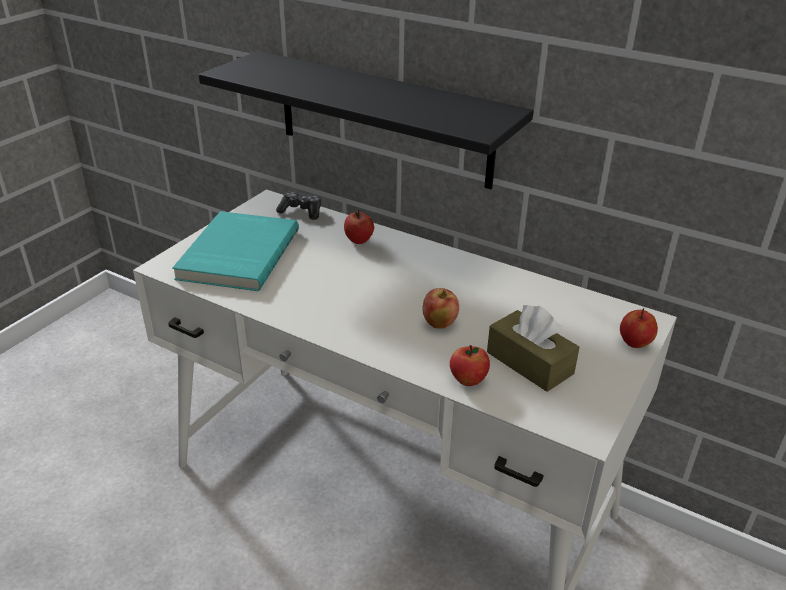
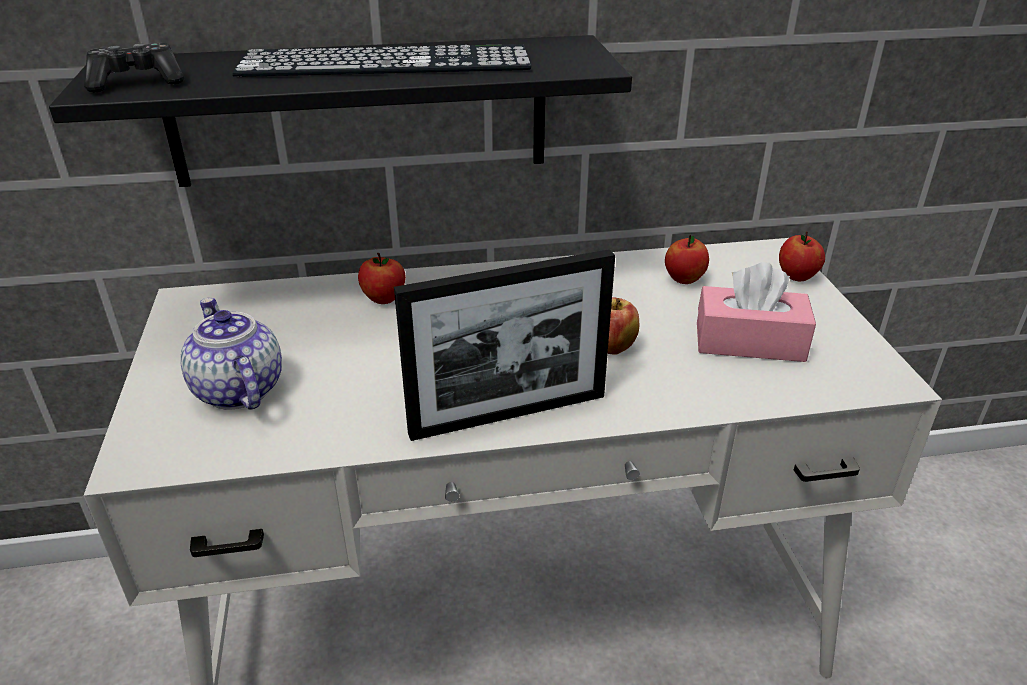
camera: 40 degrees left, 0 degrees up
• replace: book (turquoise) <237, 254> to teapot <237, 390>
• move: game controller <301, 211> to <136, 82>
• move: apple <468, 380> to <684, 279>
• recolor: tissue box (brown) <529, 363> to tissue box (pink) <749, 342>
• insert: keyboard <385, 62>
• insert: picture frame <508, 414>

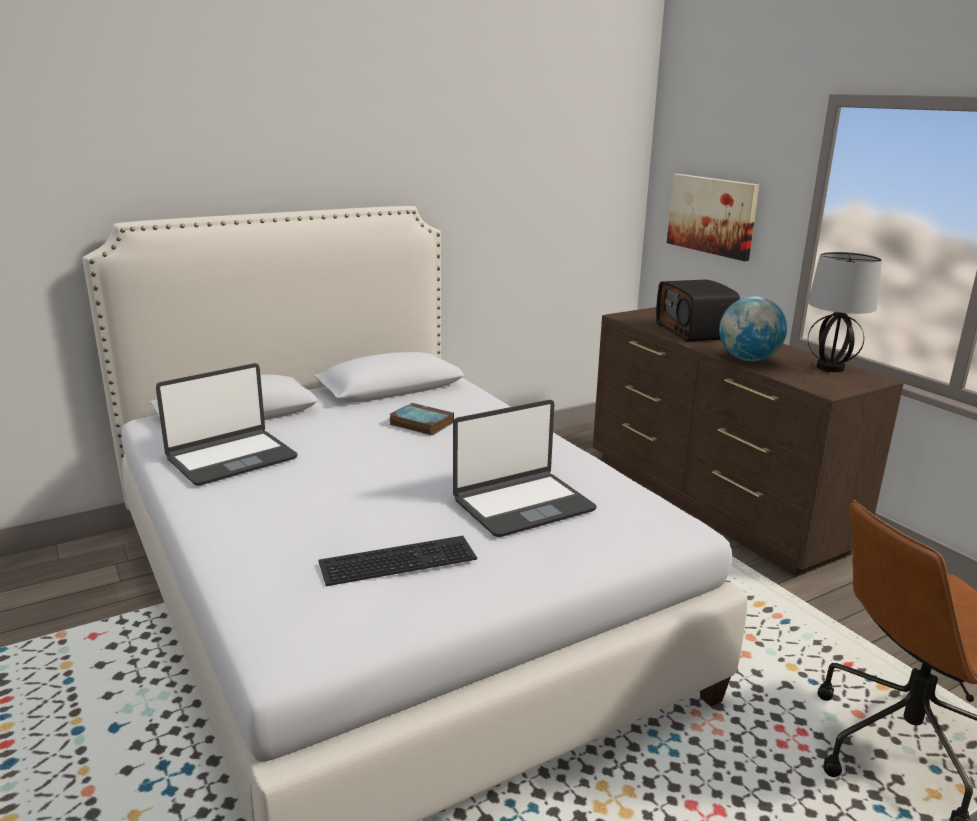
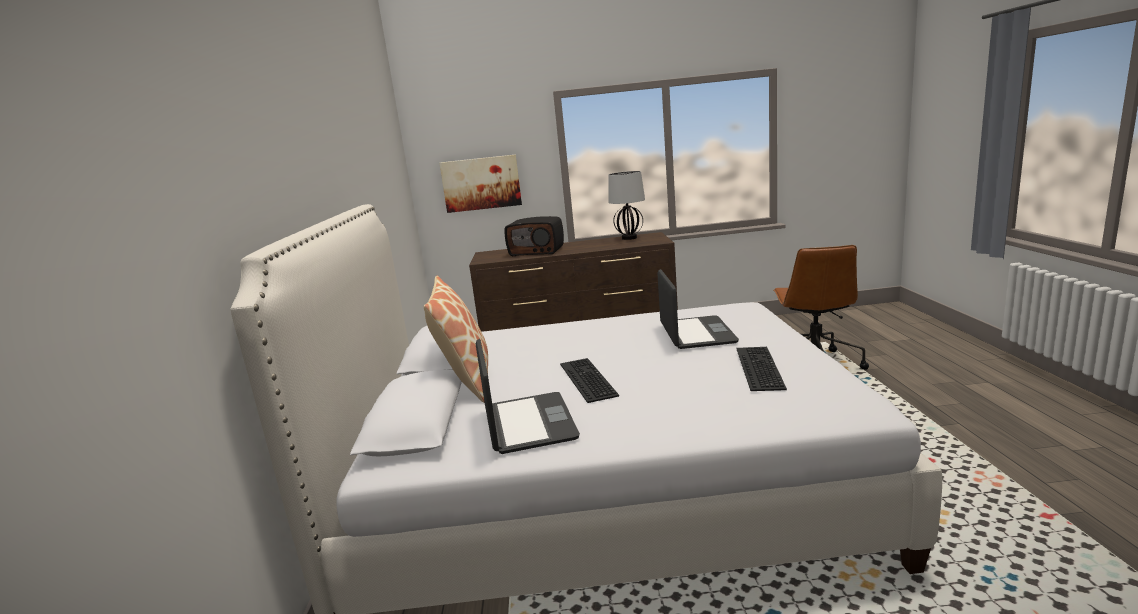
camera: 60 degrees left, 5 degrees down
• delete: book <420, 423>
• delete: globe <748, 359>
• insert: pillow <466, 381>
• insert: keyboard <585, 379>

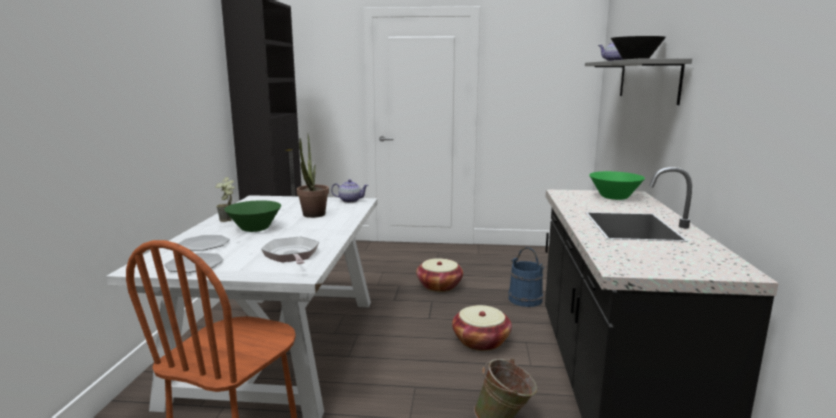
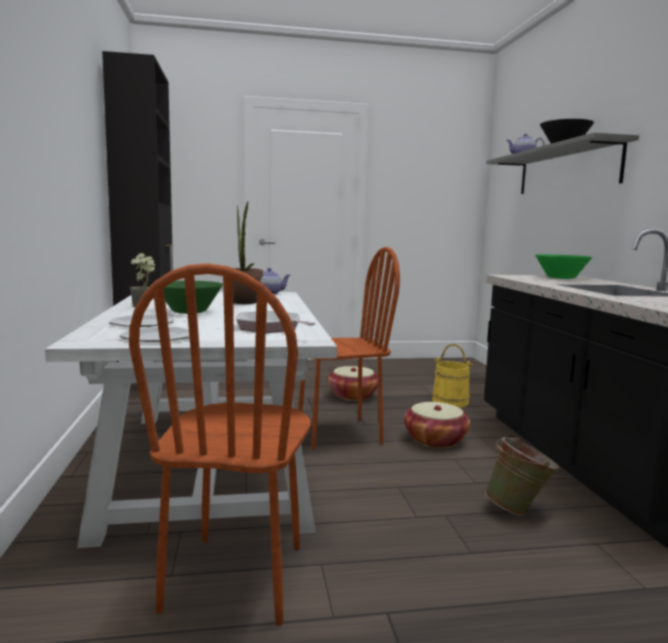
camera: 15 degrees left, 5 degrees down
• recolor: bucket (blue) <525, 299> to bucket (yellow) <450, 401>
• insert: chair (brown) <338, 434>

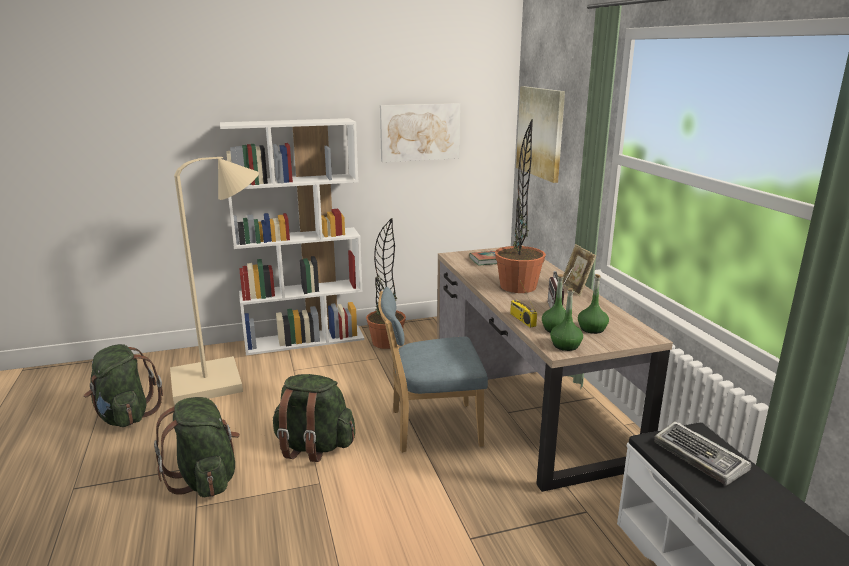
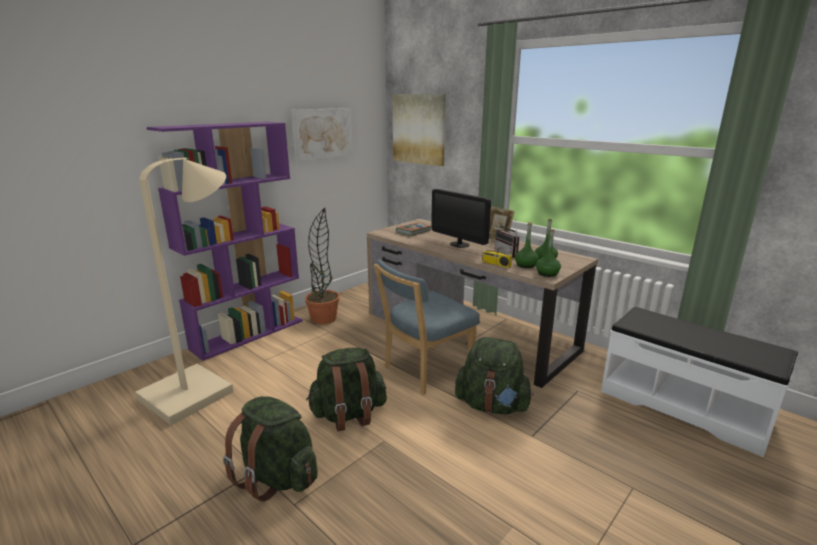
camera: 30 degrees left, 0 degrees up
• move: backpack (green) <125, 416> to <492, 405>
• recolor: bookcase (white) <305, 340> to bookcase (purple) <249, 334>
• replace: potted plant <518, 287> to monitor <459, 244>
• delete: keyboard <700, 458>

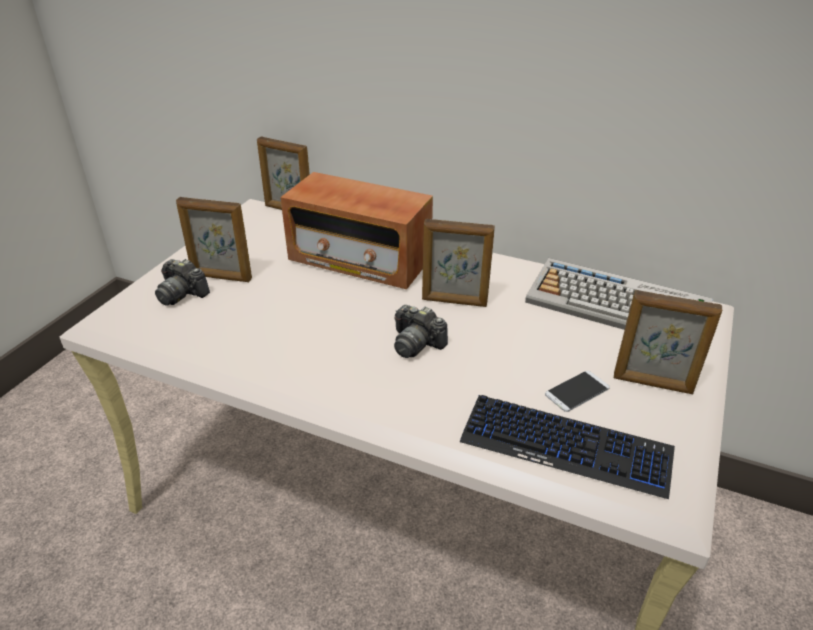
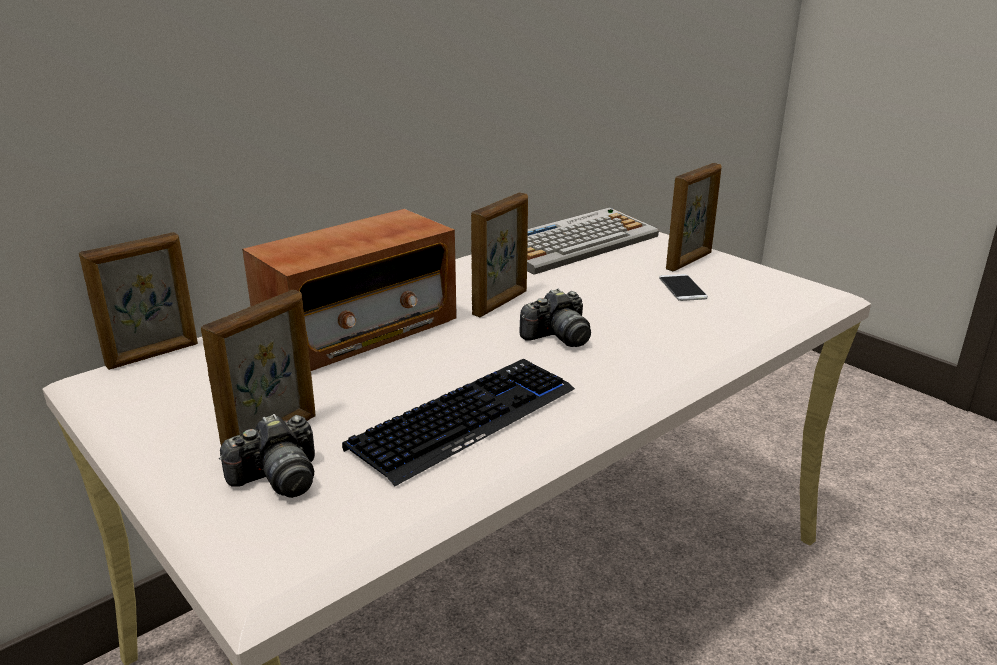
camera: 65 degrees left, 10 degrees down
• move: keyboard <565, 446> to <465, 419>

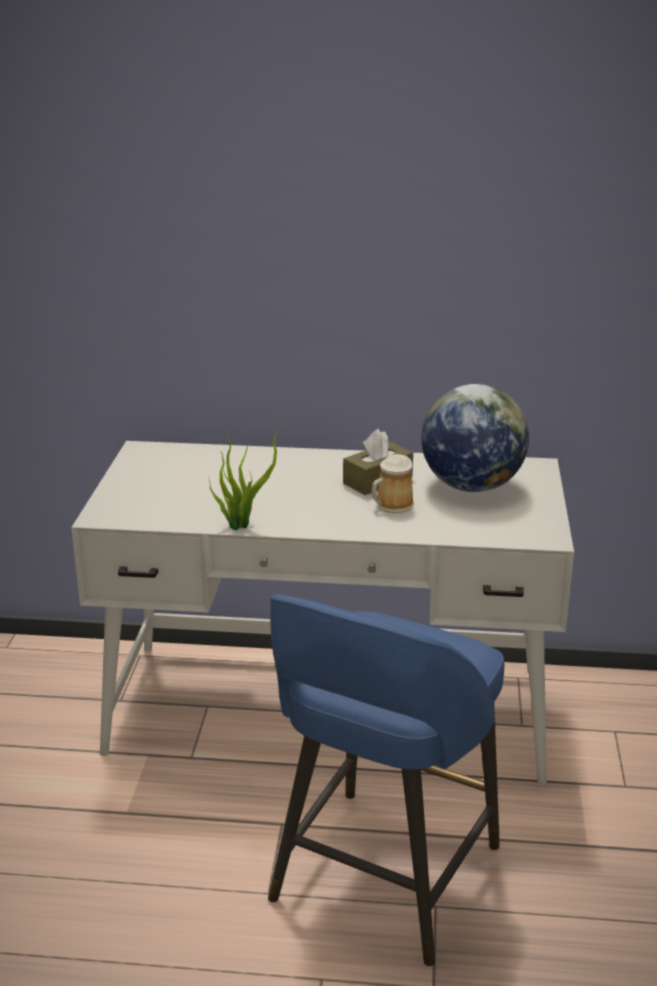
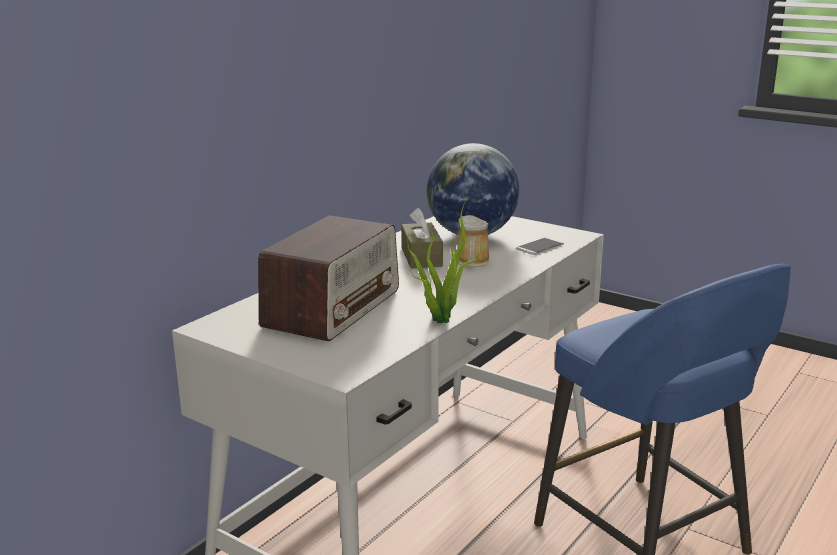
camera: 60 degrees left, 5 degrees down
• insert: radio <333, 308>
• insert: phone <540, 247>

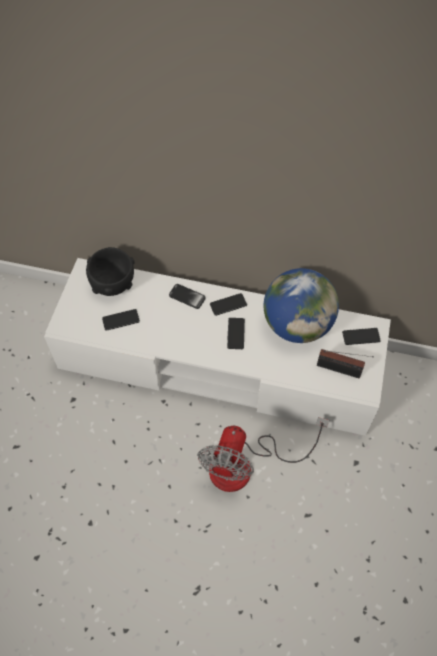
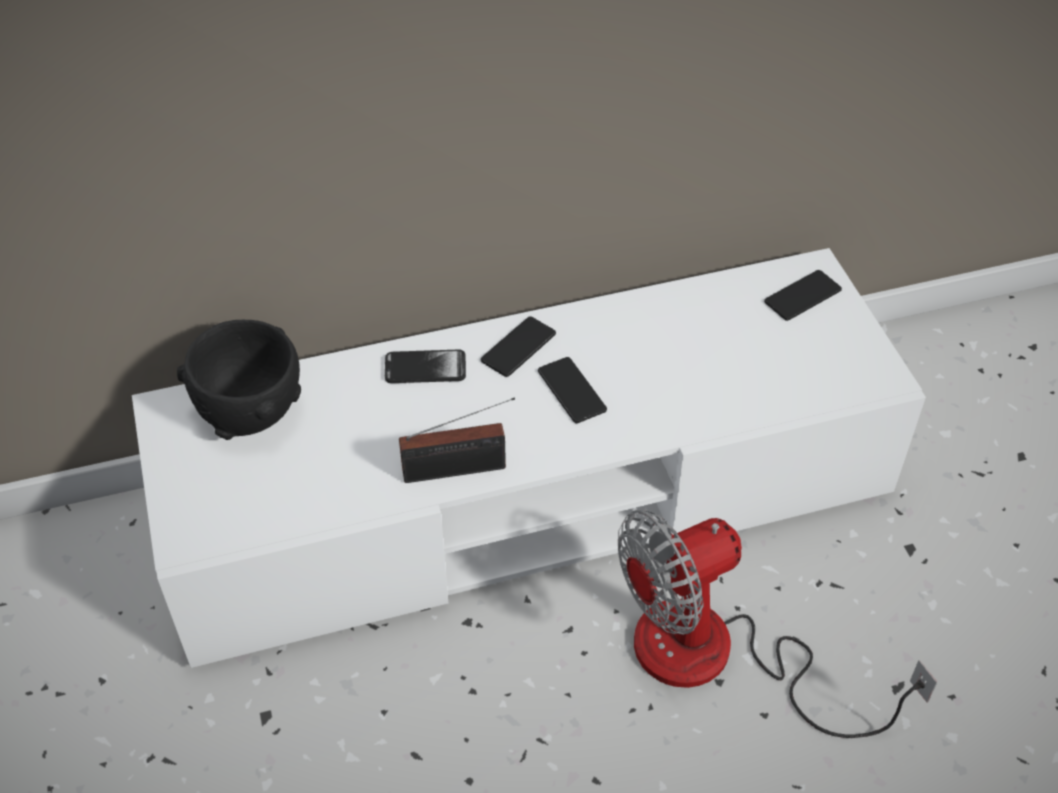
camera: 30 degrees left, 10 degrees down
• delete: phone <121, 320>
• rotate: fan <245, 465> = <718, 659> 75 degrees clockwise
• delete: globe <297, 325>
• move: radio <341, 370> to <460, 469>

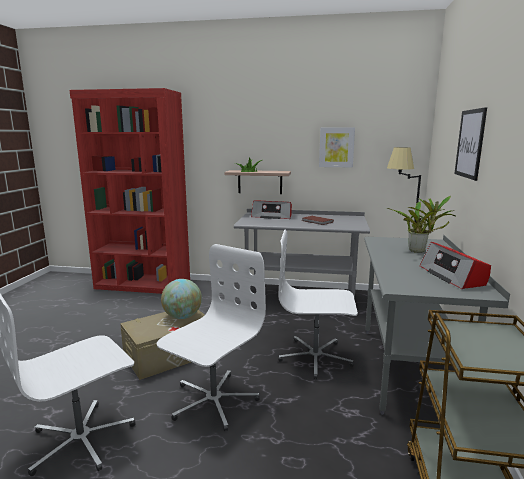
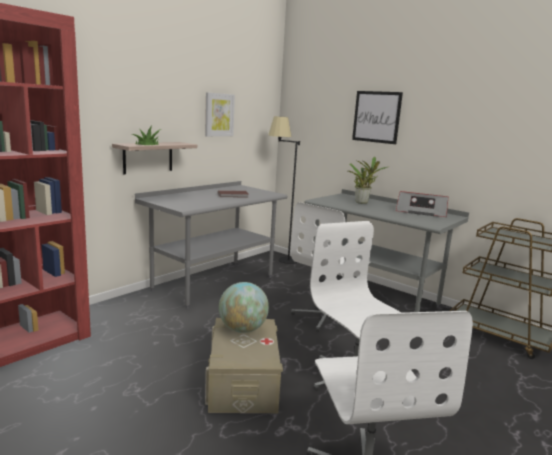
camera: 60 degrees left, 0 degrees up
• delete: radio <272, 216>

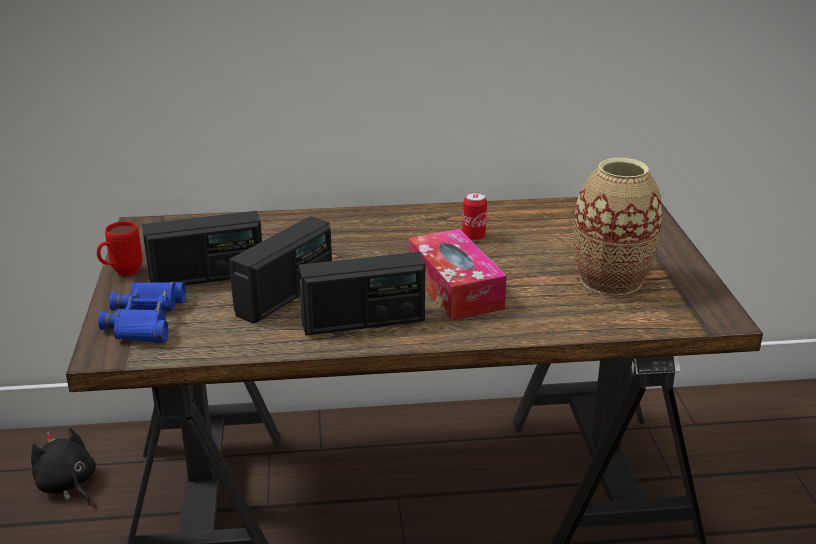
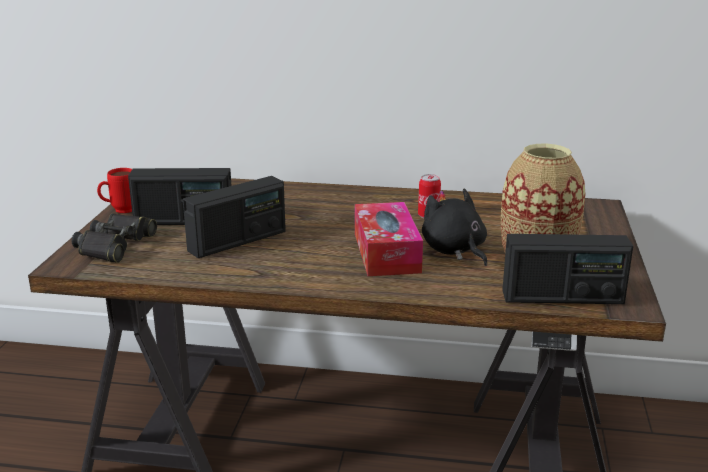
camera: 15 degrees right, 5 degrees down
• move: plush toy (black) <67, 485> to <454, 251>
• recolor: binoculars (blue) <146, 320> to binoculars (black) <114, 245>
• move: radio <363, 322> to <562, 297>

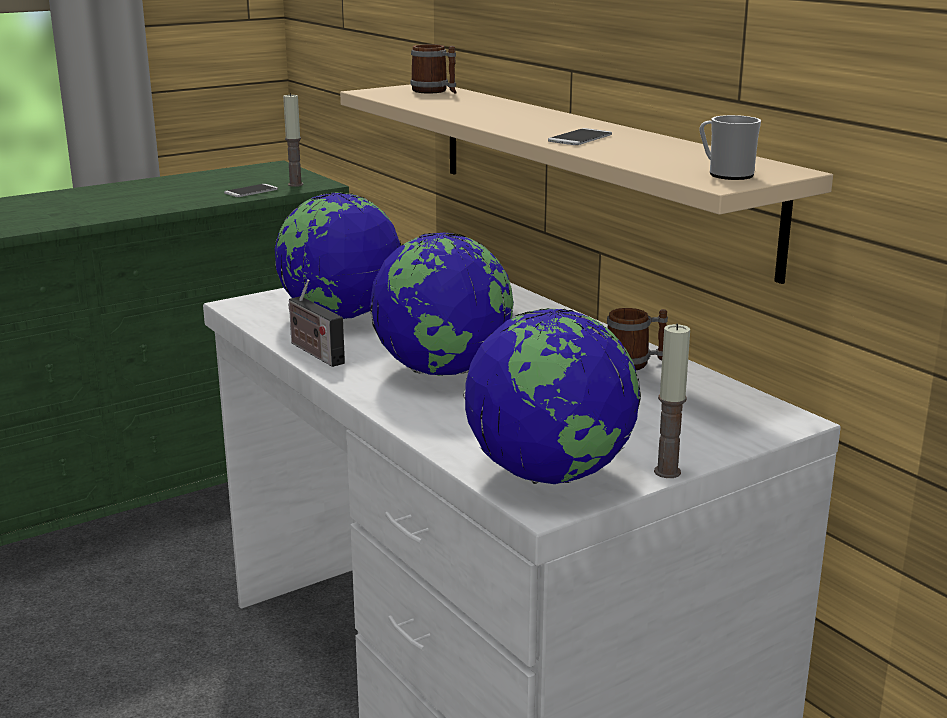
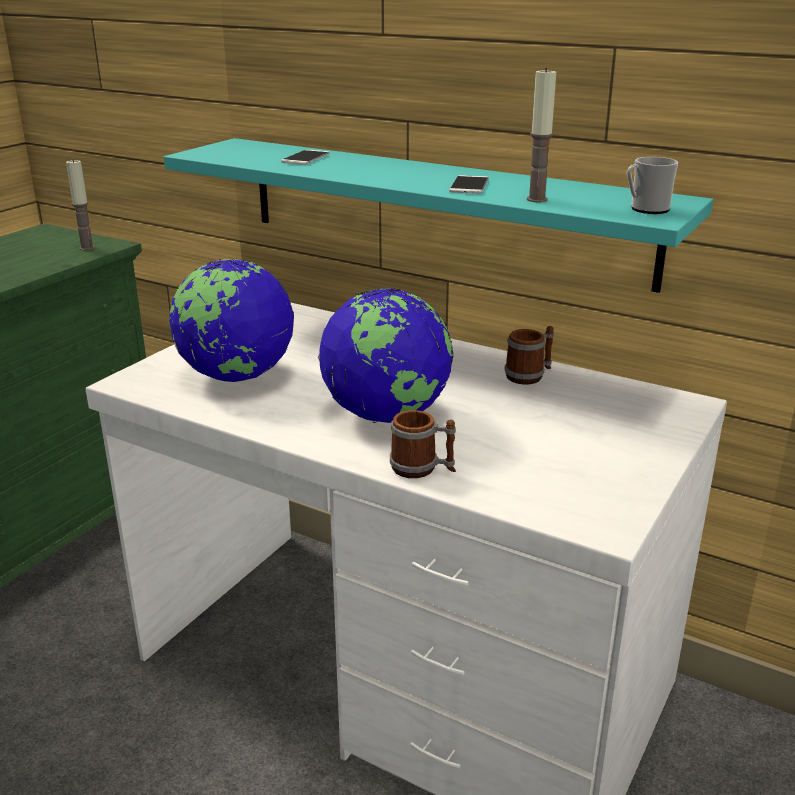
camera: 25 degrees left, 5 degrees up
• move: phone <251, 191> to <305, 158>
• delete: radio <314, 352>
• recolor: shelf (beige) <592, 169> to shelf (turquoise) <440, 209>
• move: mug <435, 91> to <422, 469>
• delete: globe <550, 474>
• move: candle <667, 472> to <537, 199>

